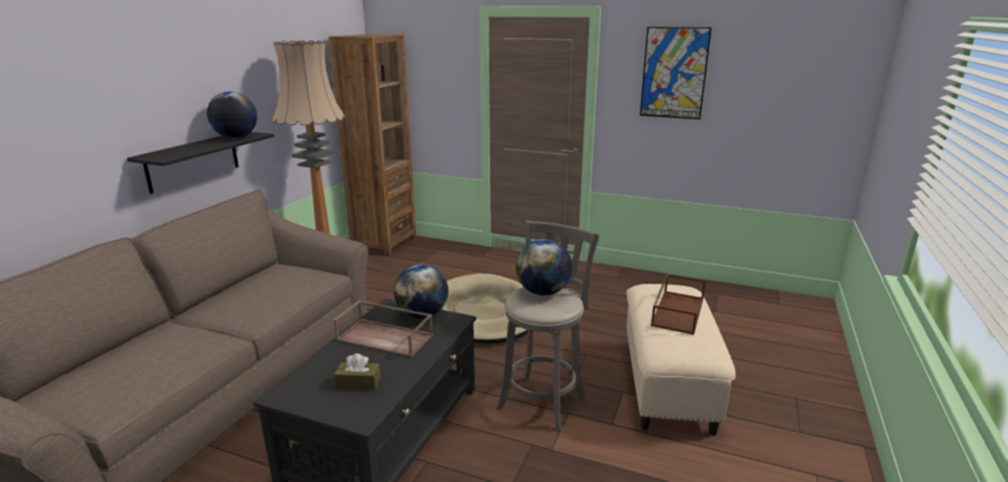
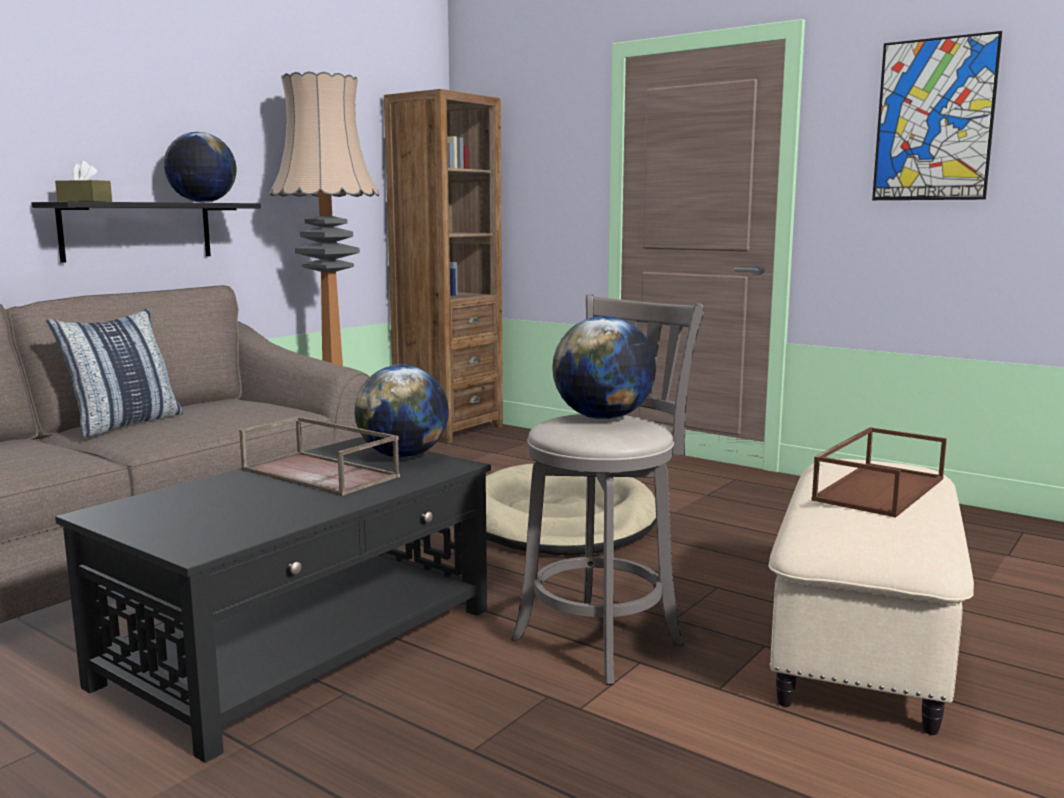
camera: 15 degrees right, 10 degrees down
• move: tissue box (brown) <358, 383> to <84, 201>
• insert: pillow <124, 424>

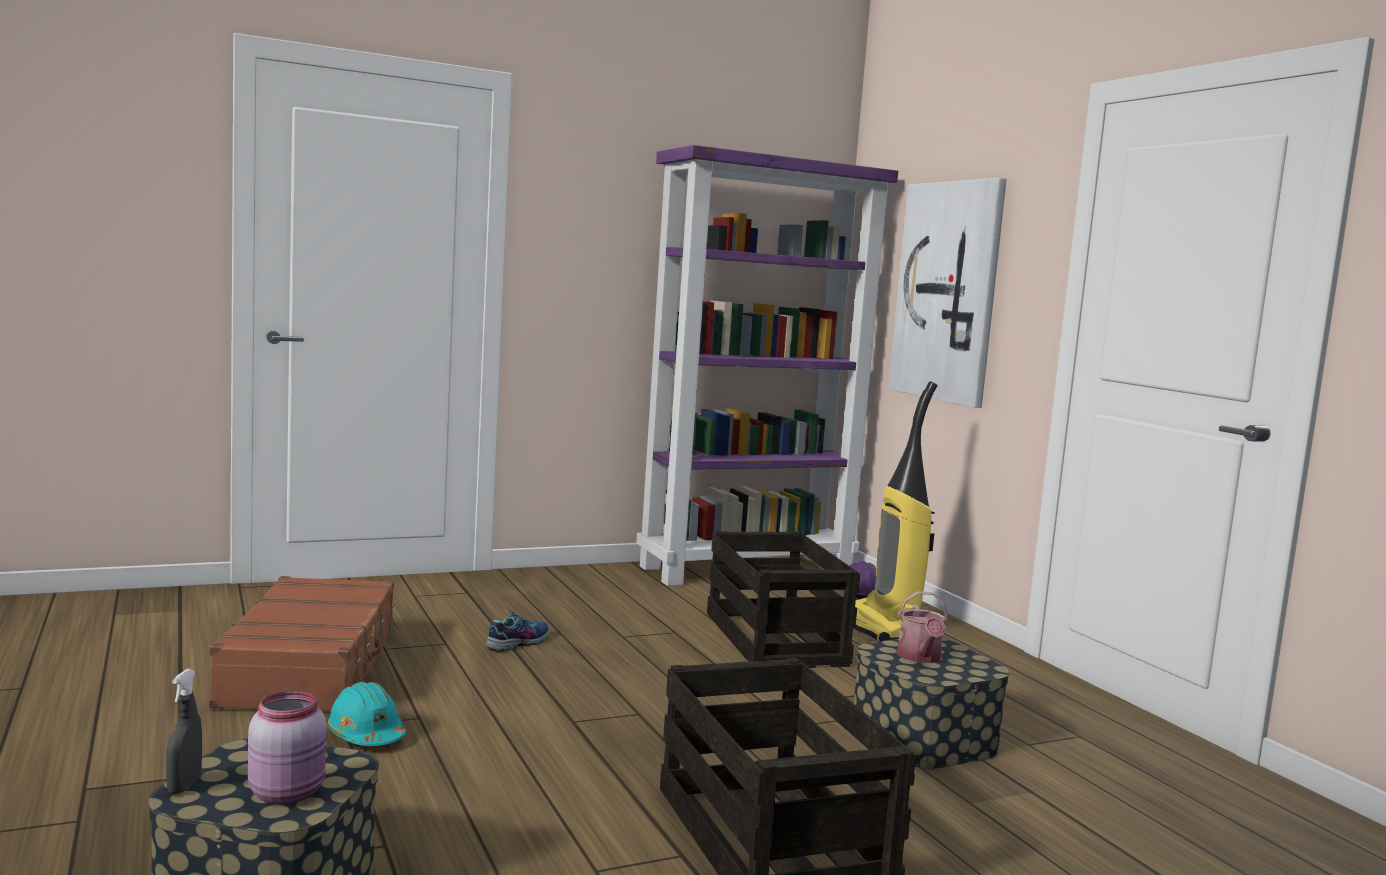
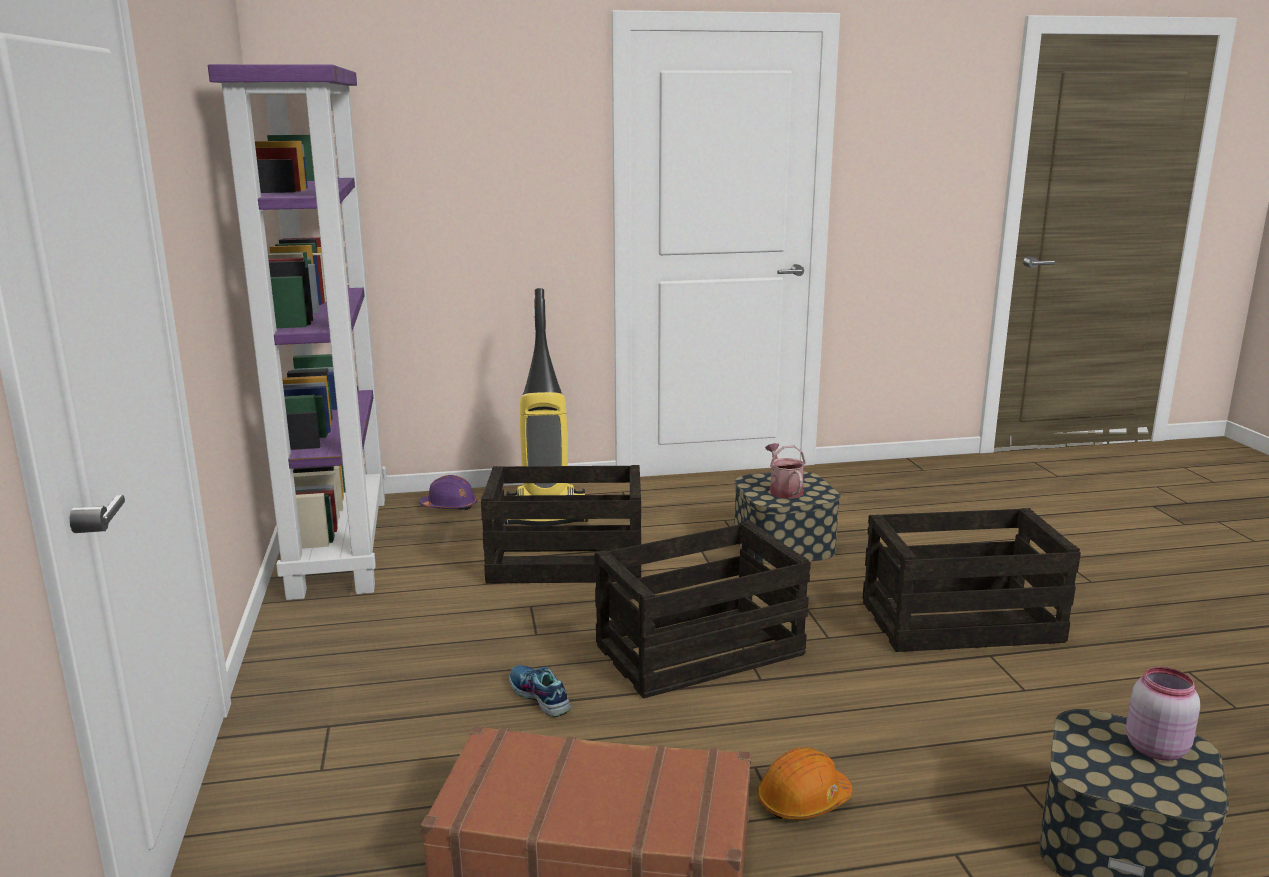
camera: 75 degrees left, 10 degrees up
• delete: spray bottle (grey) <184, 785>
• recolor: hard hat (turquoise) <366, 735> to hard hat (orange) <803, 801>
• delete: picture <948, 291>
• rotate: watering can <920, 657> = <784, 490> 120 degrees counterclockwise
• insert: crate <698, 651>

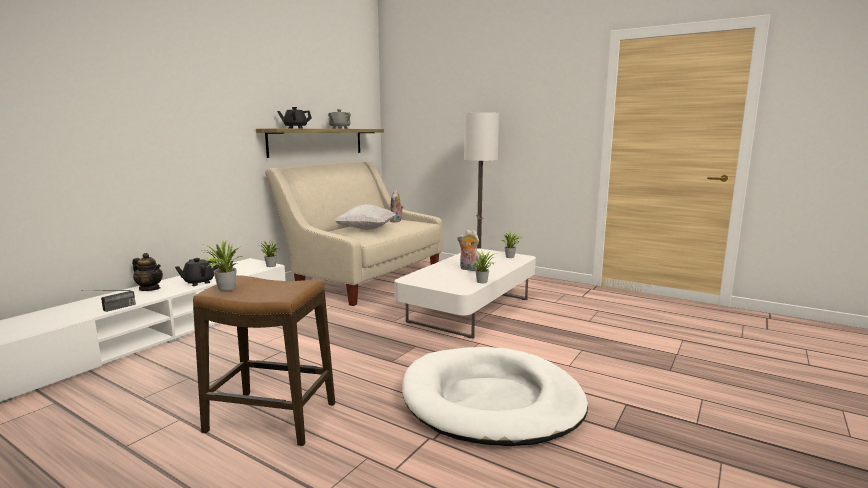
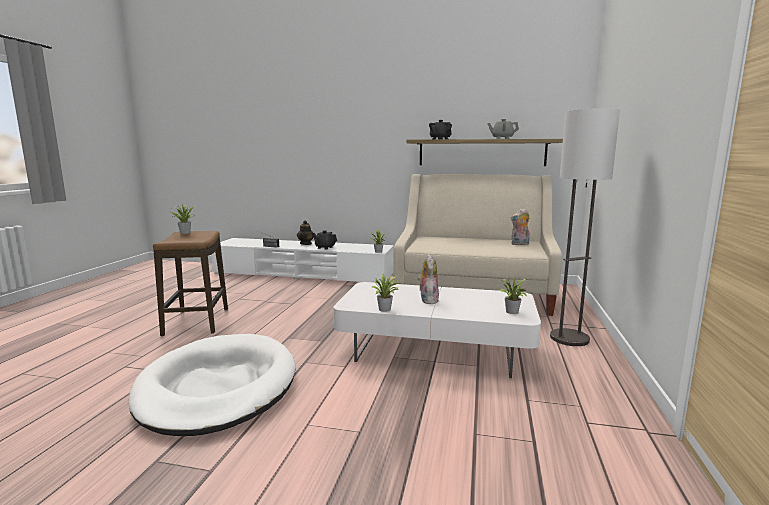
camera: 70 degrees right, 0 degrees up
• delete: pillow (white) <366, 229>

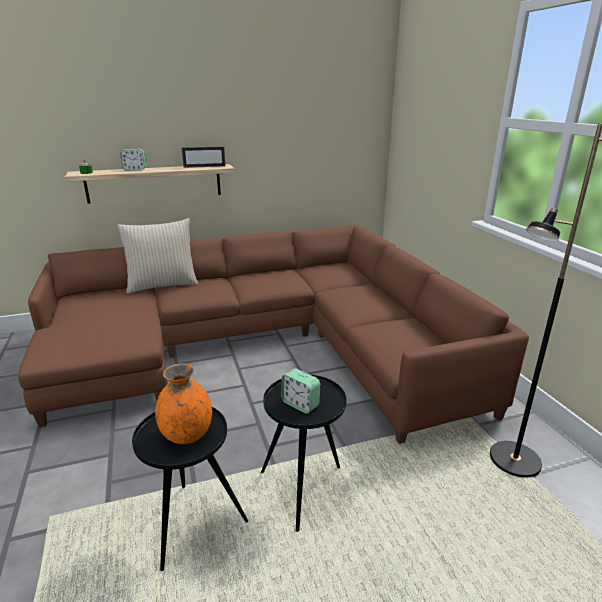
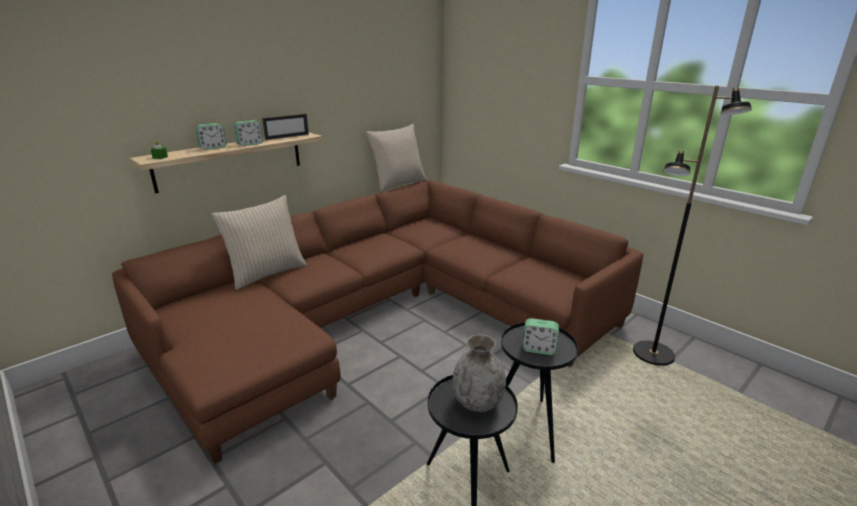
camera: 25 degrees left, 0 degrees up
• recolor: vase (orange) <186, 434> to vase (grey) <477, 402>
• insert: alarm clock <250, 144>
• insert: pillow (beige) <398, 183>

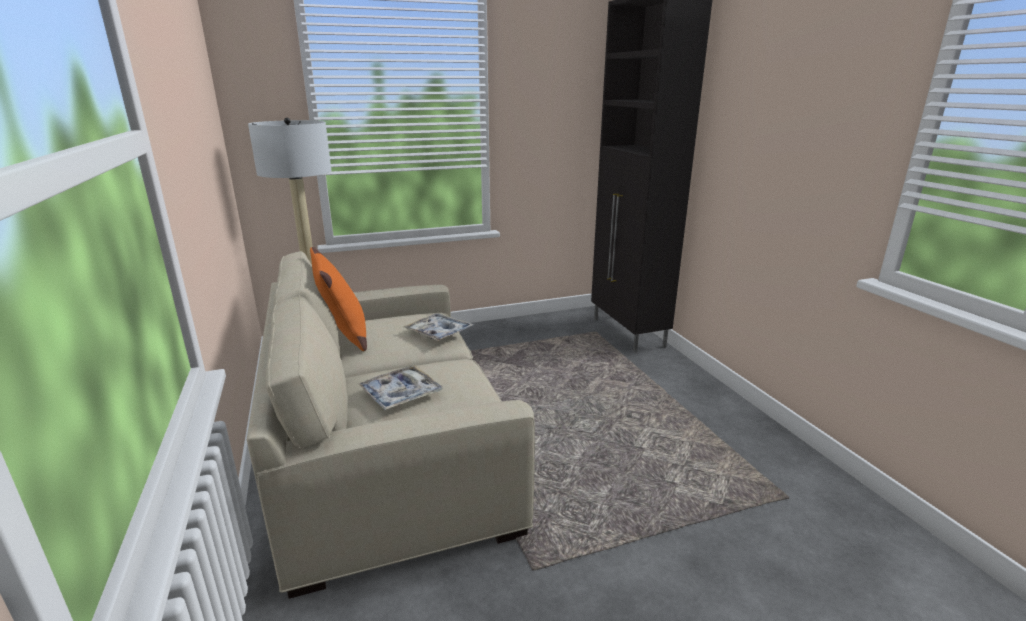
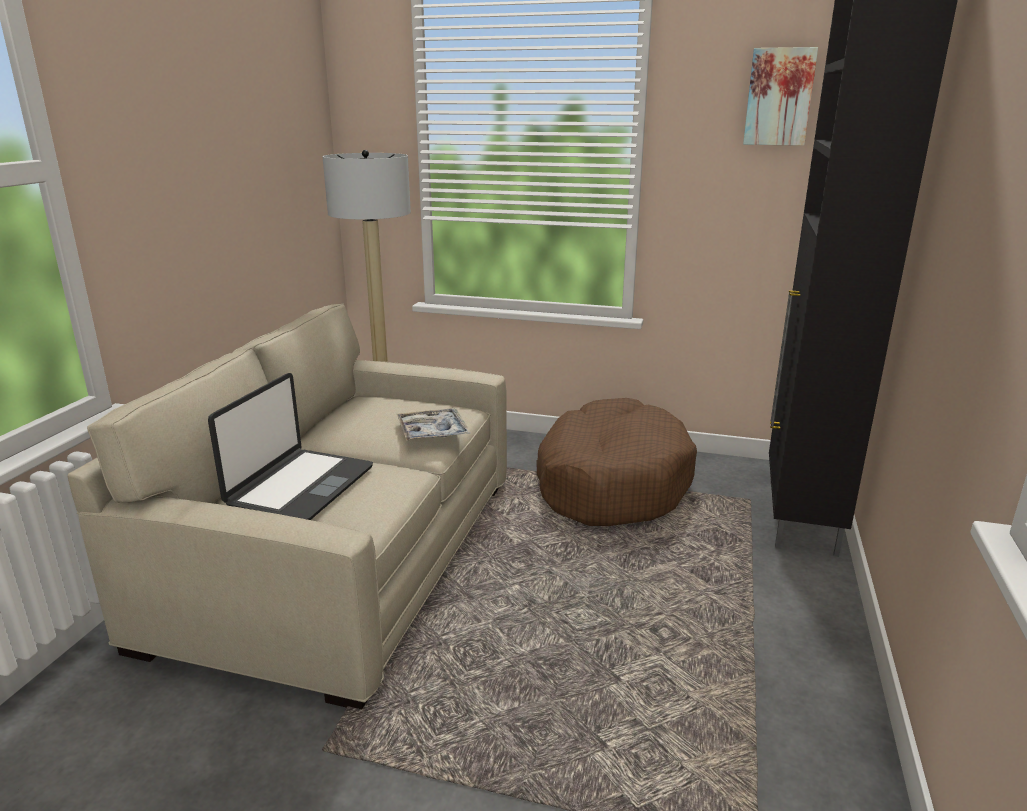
camera: 35 degrees right, 0 degrees up
• delete: pillow (orange) <344, 338>
• replace: tray <401, 394> to laptop <300, 486>
• insert: dog bed (brown) <611, 482>
• insert: picture <779, 97>

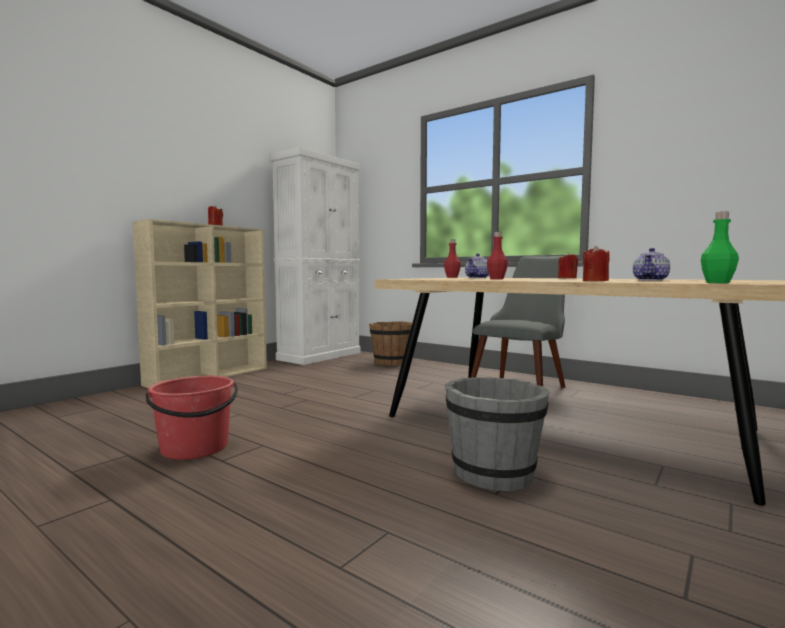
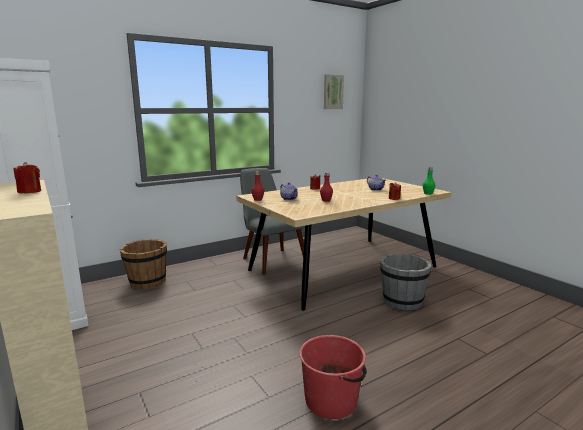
camera: 70 degrees left, 10 degrees up
• insert: picture <332, 92>

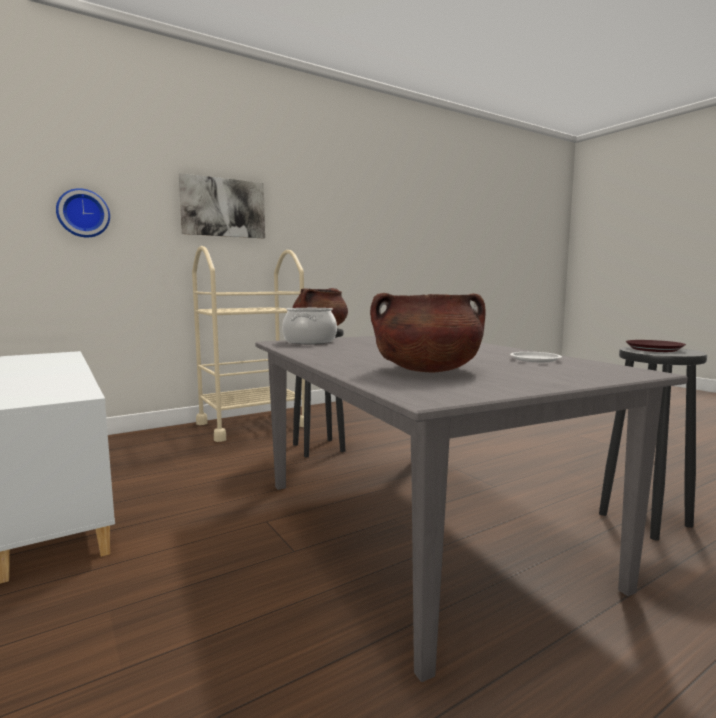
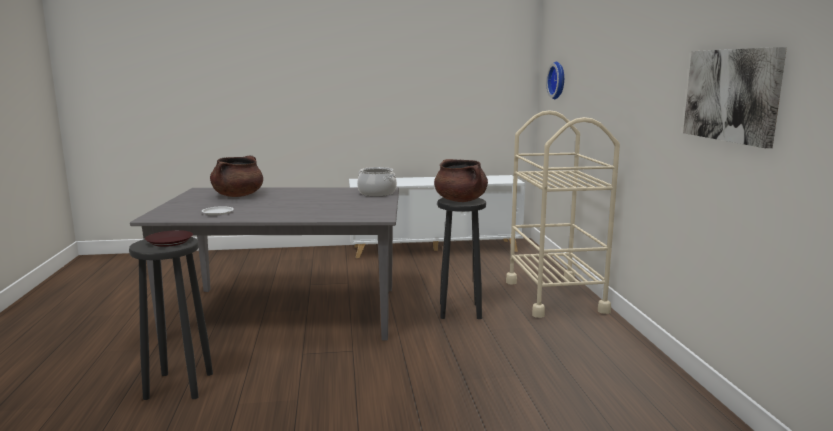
camera: 115 degrees right, 5 degrees up
• move: picture <223, 207> to <732, 95>

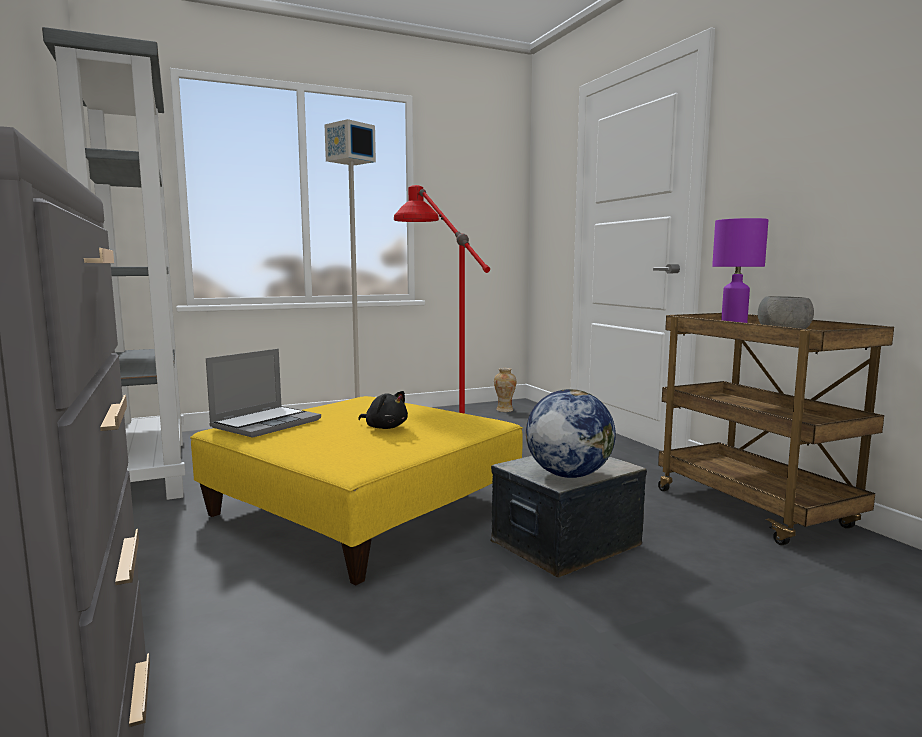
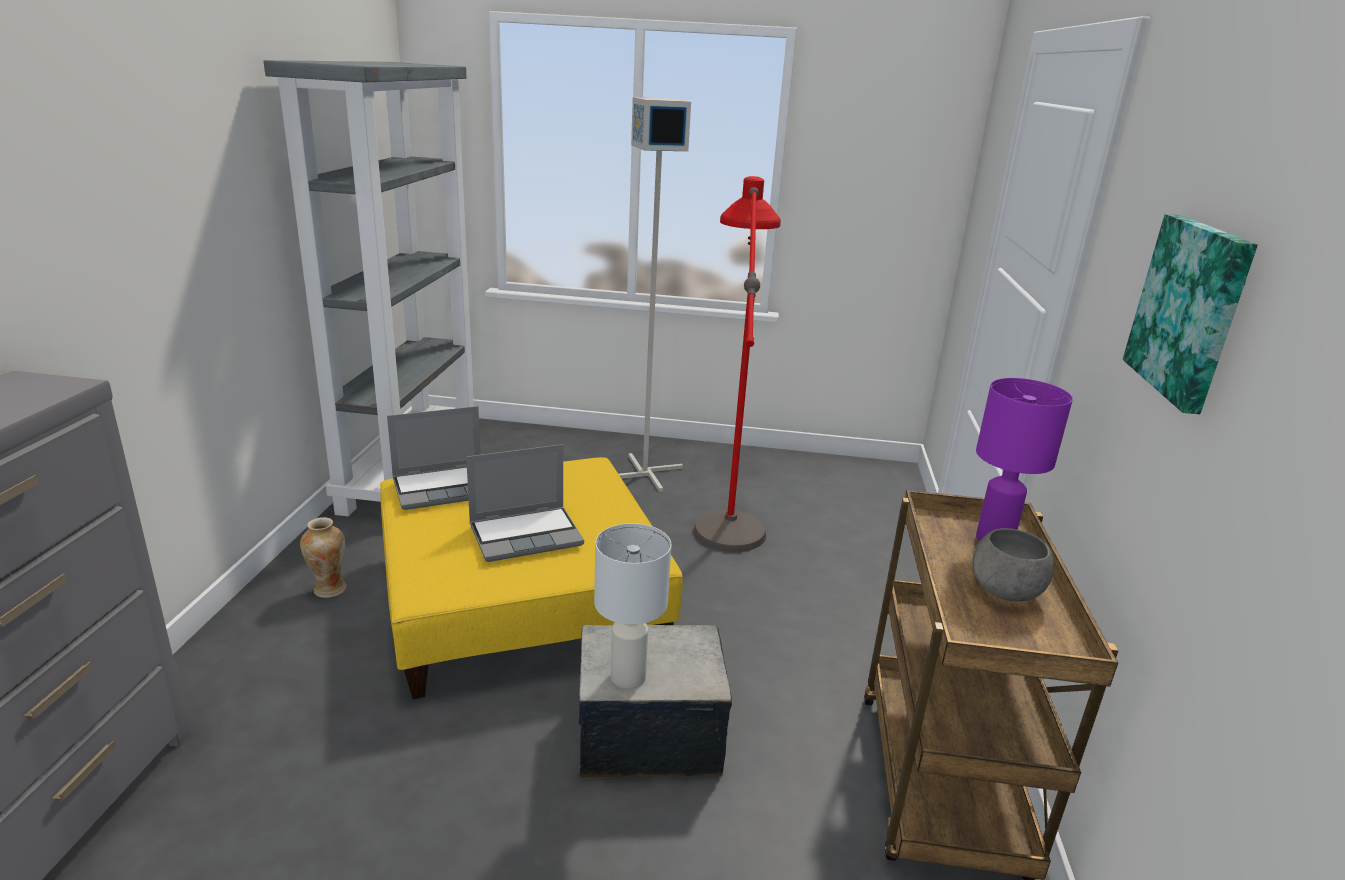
camera: 30 degrees right, 15 degrees up
• replace: plush toy (black) <385, 427> to laptop <527, 534>
• move: vase <504, 410> to <329, 589>
• replace: globe <568, 475> to table lamp (white) <628, 676>
• insert: picture <1191, 310>

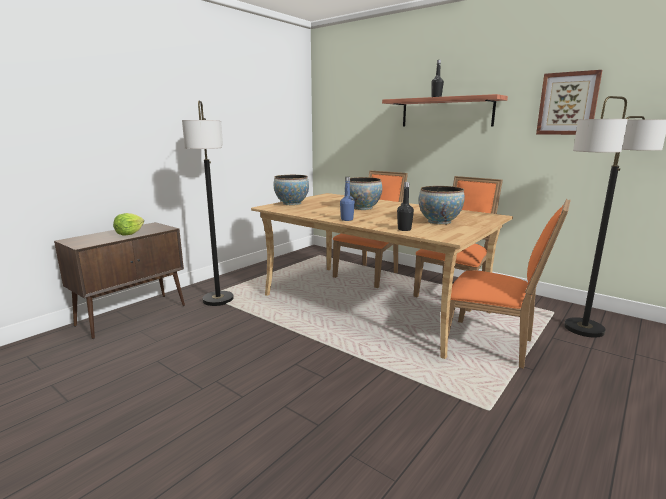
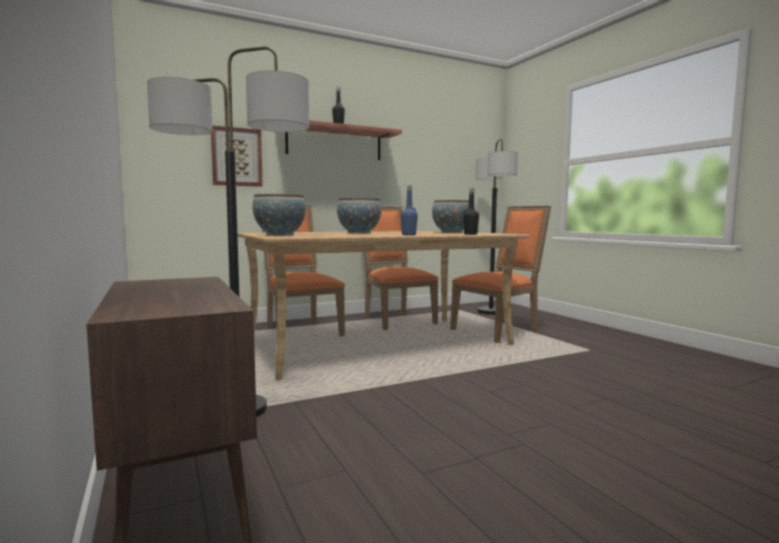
camera: 65 degrees left, 10 degrees down
• delete: lettuce <130, 233>
• move: picture <568, 104> to <236, 157>

